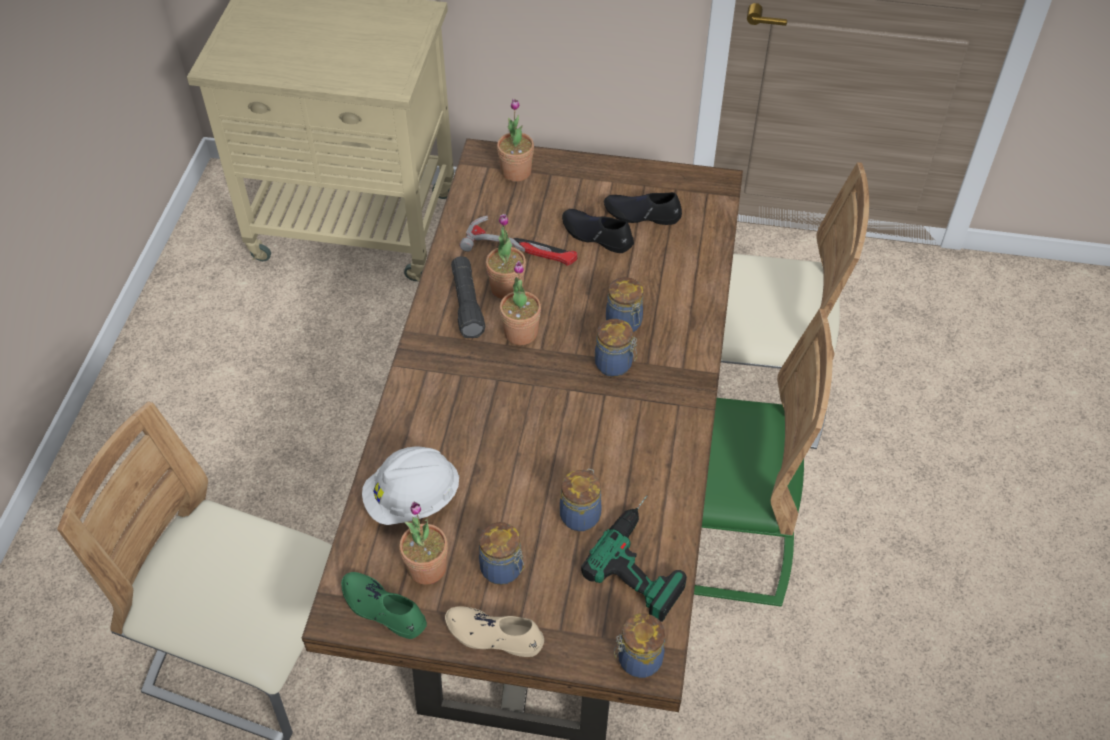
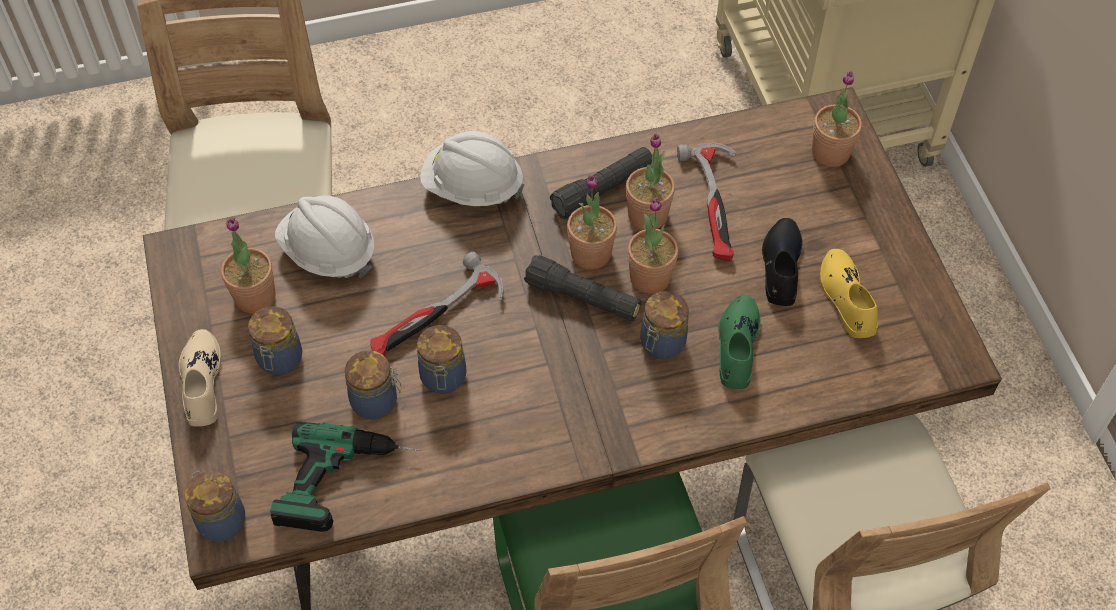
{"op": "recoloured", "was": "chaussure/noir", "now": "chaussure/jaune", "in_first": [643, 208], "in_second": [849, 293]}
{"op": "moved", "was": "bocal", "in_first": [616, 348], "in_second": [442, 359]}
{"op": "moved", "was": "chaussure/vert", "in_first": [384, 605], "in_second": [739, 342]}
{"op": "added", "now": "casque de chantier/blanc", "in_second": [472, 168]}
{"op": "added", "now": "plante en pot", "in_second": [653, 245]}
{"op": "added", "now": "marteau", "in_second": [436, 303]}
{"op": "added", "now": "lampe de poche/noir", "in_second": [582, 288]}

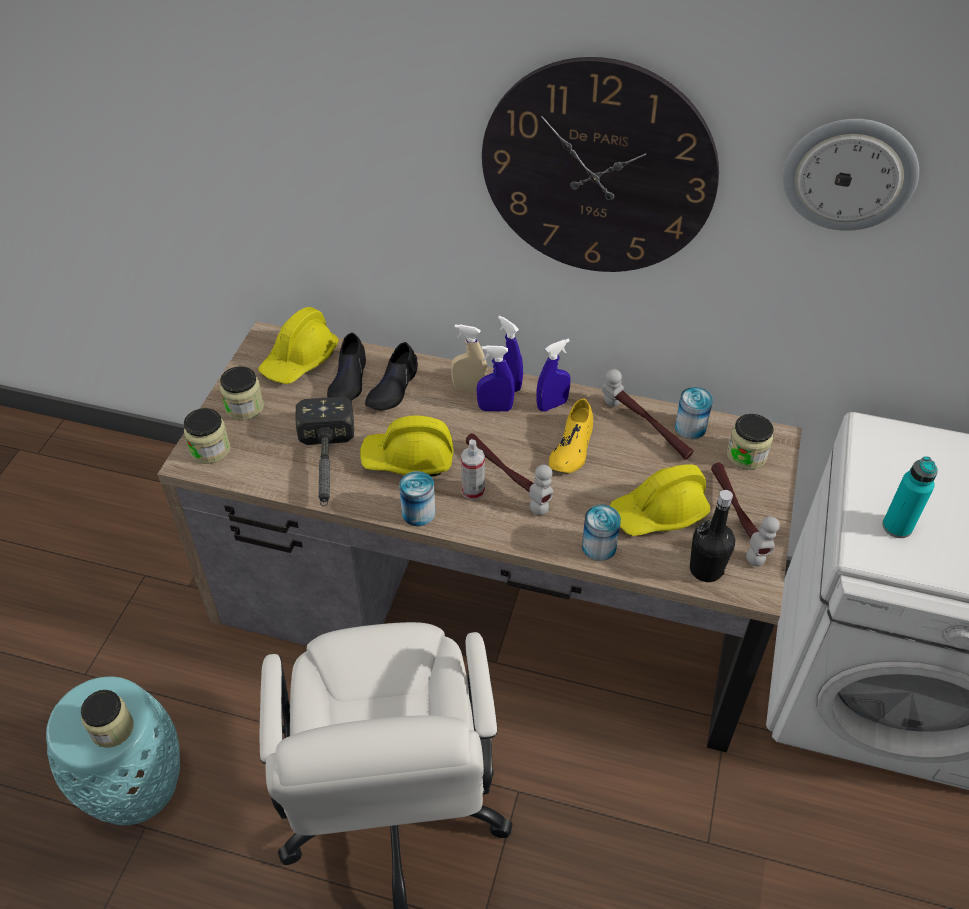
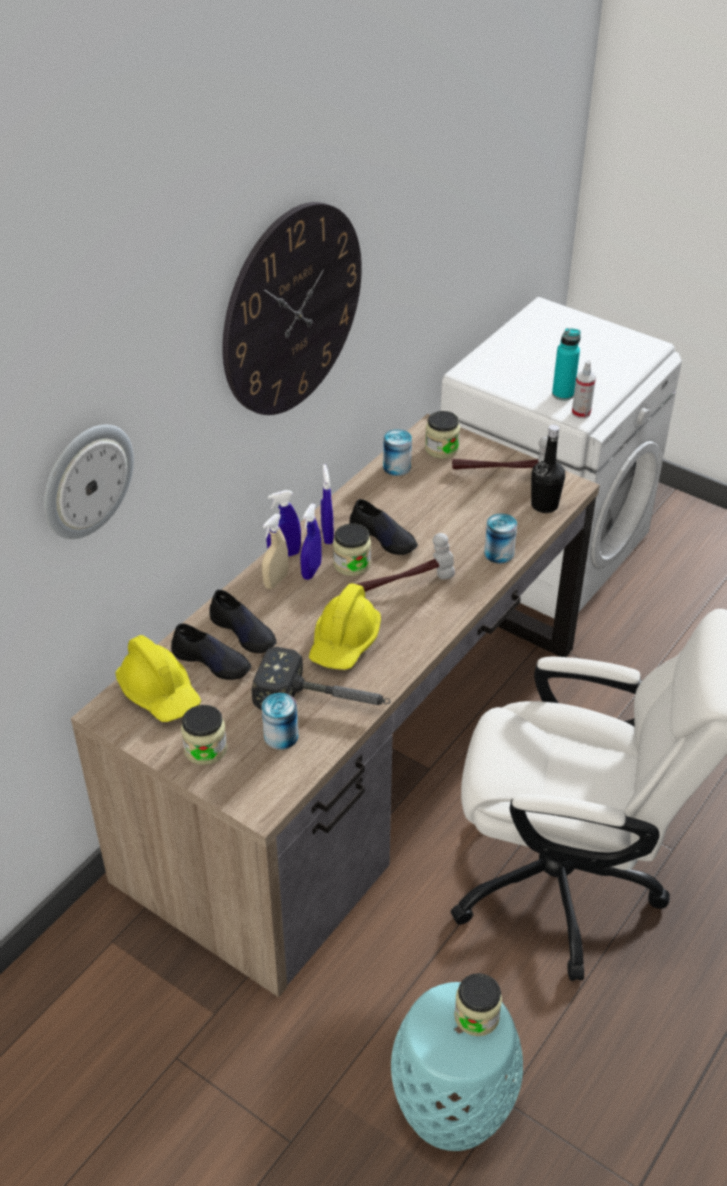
{"op": "moved", "was": "horloge murale", "in_first": [851, 175], "in_second": [89, 481]}
{"op": "removed", "was": "marteau", "in_first": [648, 414]}
{"op": "recoloured", "was": "chaussure/jaune", "now": "chaussure/noir", "in_first": [571, 435], "in_second": [383, 527]}
{"op": "moved", "was": "bocal", "in_first": [207, 436], "in_second": [352, 549]}
{"op": "moved", "was": "vaporisateur", "in_first": [473, 469], "in_second": [584, 389]}
{"op": "removed", "was": "casque de chantier/jaune", "in_first": [660, 500]}
{"op": "moved", "was": "boîte métallique", "in_first": [417, 498], "in_second": [280, 721]}

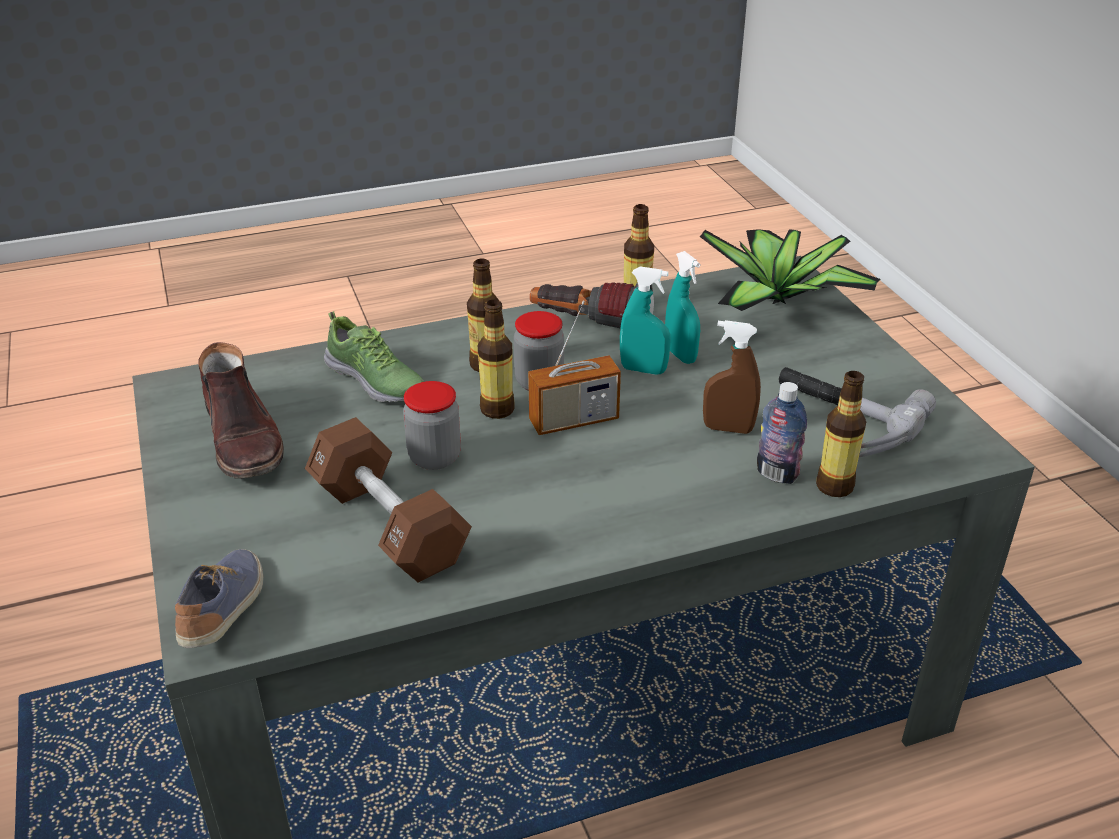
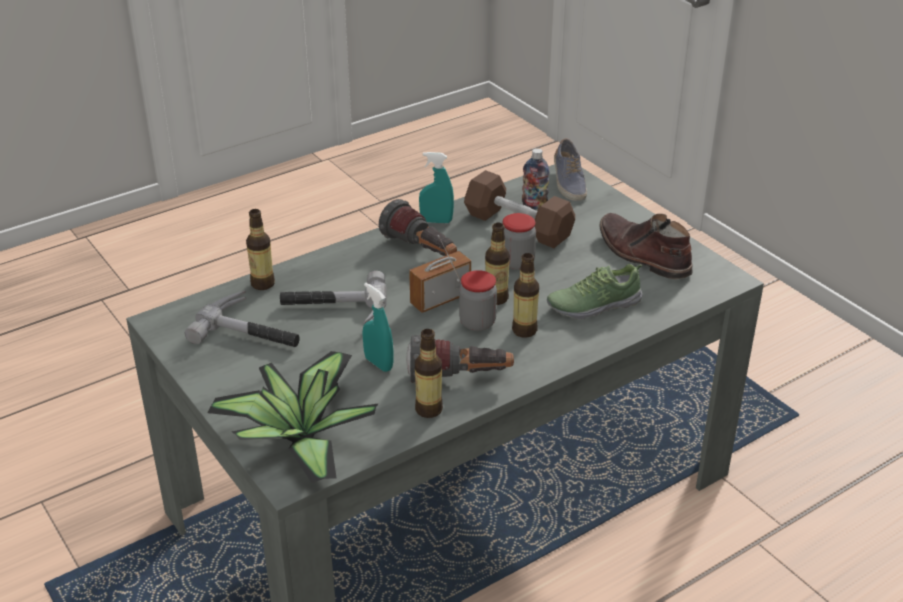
{"op": "moved", "was": "vaporisateur/turquoise", "in_first": [645, 320], "in_second": [436, 187]}
{"op": "turned", "was": "chaussure", "in_first": [374, 357], "in_second": [594, 292], "clockwise": -45}
{"op": "replaced", "was": "vaporisateur/marron", "now": "marteau", "in_first": [732, 377], "in_second": [333, 297]}
{"op": "moved", "was": "bouteille", "in_first": [782, 433], "in_second": [536, 179]}
{"op": "added", "now": "lampe de poche", "in_second": [418, 227]}

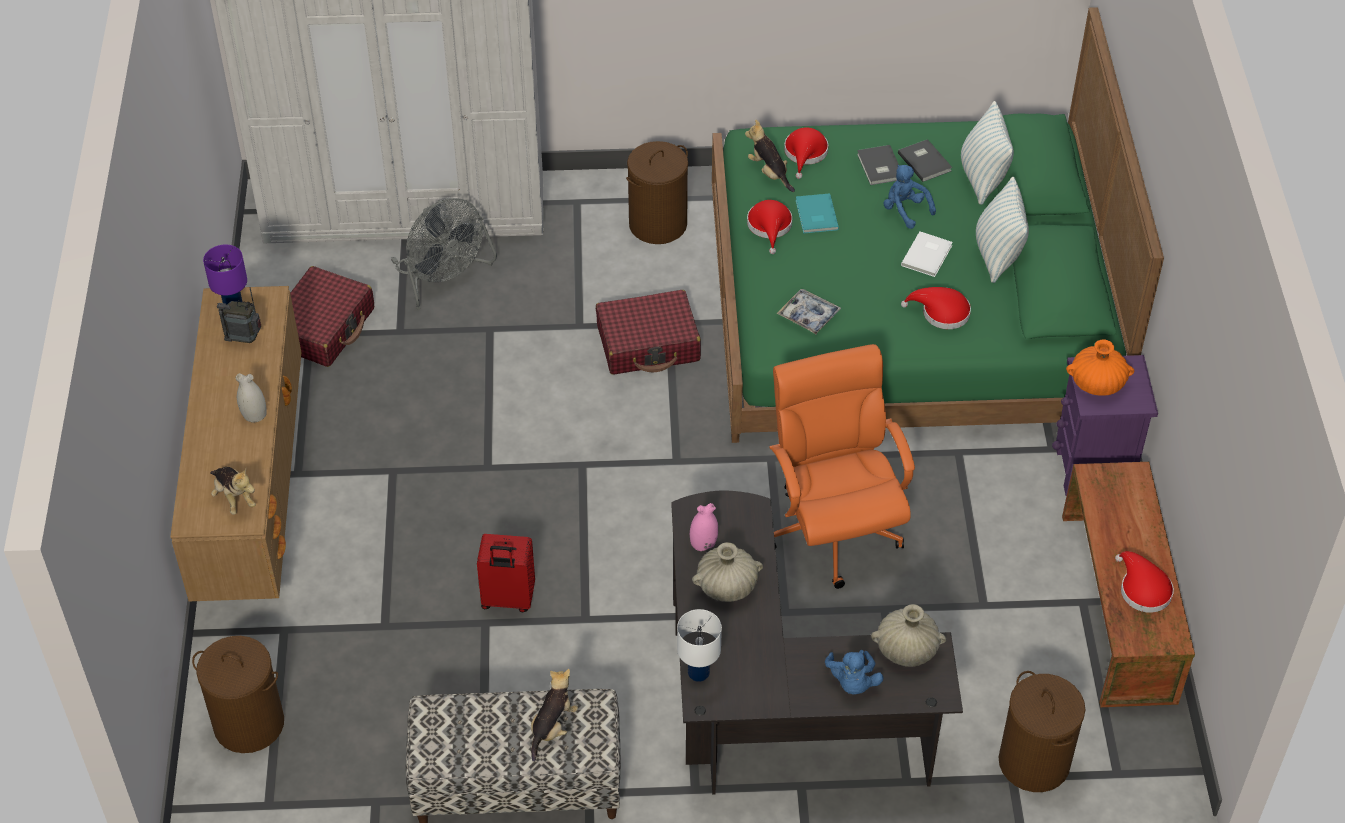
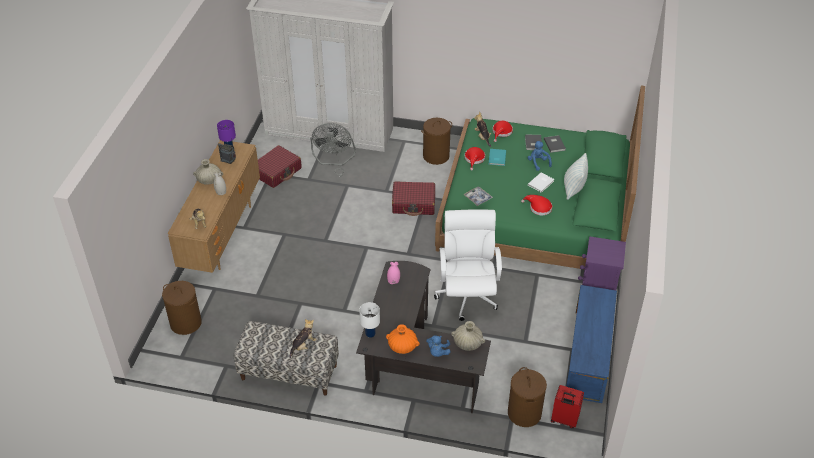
{"op": "removed", "was": "coussin", "in_first": [987, 153]}
{"op": "turned", "was": "ventilateur/gris", "in_first": [444, 253], "in_second": [333, 150], "clockwise": -150}
{"op": "moved", "was": "vase/orange", "in_first": [1100, 367], "in_second": [403, 339]}
{"op": "recoloured", "was": "chaise de bureau/orange", "now": "chaise de bureau/blanc", "in_first": [842, 466], "in_second": [468, 265]}
{"op": "recoloured", "was": "banc/marron", "now": "banc/bleu", "in_first": [1128, 584], "in_second": [591, 344]}
{"op": "moved", "was": "valise/rouge", "in_first": [506, 573], "in_second": [567, 406]}
{"op": "moved", "was": "vase/beige", "in_first": [727, 572], "in_second": [208, 172]}
{"op": "removed", "was": "chapeau/rouge", "in_first": [1144, 582]}

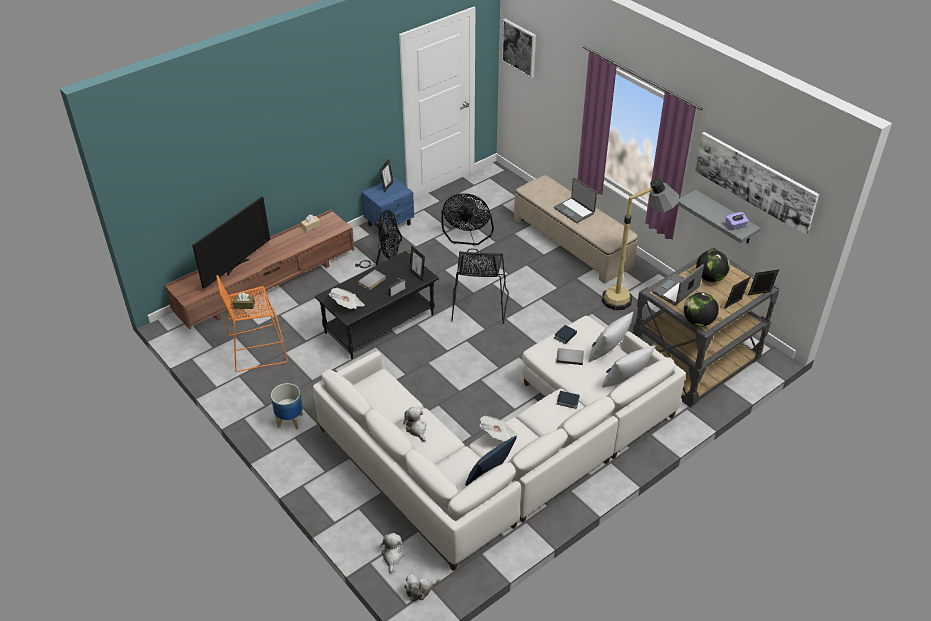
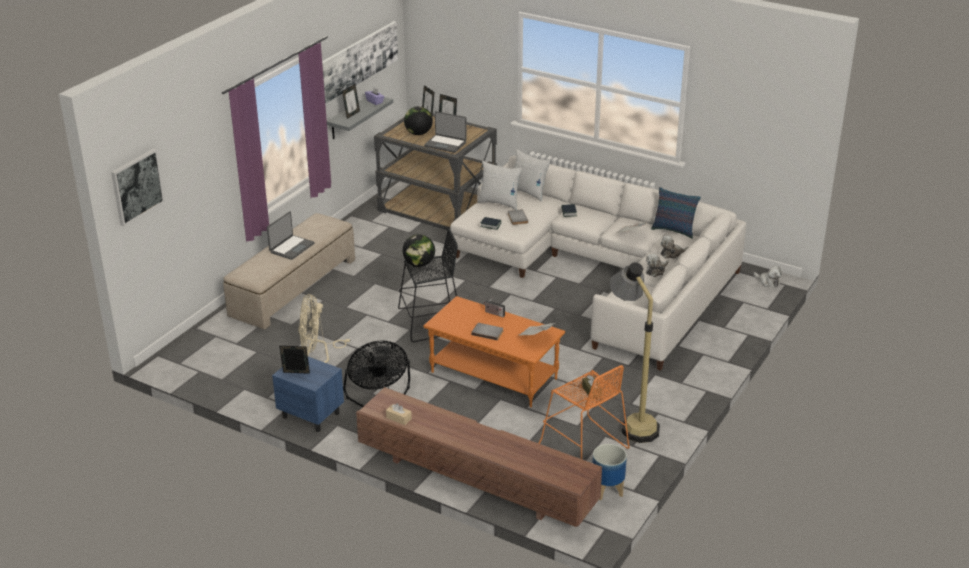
{"op": "moved", "was": "lampadaire", "in_first": [640, 244], "in_second": [634, 352]}
{"op": "recoloured", "was": "ventilateur/noir", "now": "ventilateur/beige", "in_first": [467, 223], "in_second": [324, 328]}
{"op": "removed", "was": "téléviseur", "in_first": [231, 243]}
{"op": "moved", "was": "cadre photo", "in_first": [417, 263], "in_second": [351, 101]}
{"op": "recoloured", "was": "table basse/noir", "now": "table basse/orange", "in_first": [377, 305], "in_second": [494, 351]}
{"op": "moved", "was": "globe", "in_first": [701, 309], "in_second": [419, 250]}
{"op": "moved", "was": "cache-pot", "in_first": [287, 406], "in_second": [609, 472]}
{"op": "moved", "was": "peluche", "in_first": [392, 553], "in_second": [674, 247]}

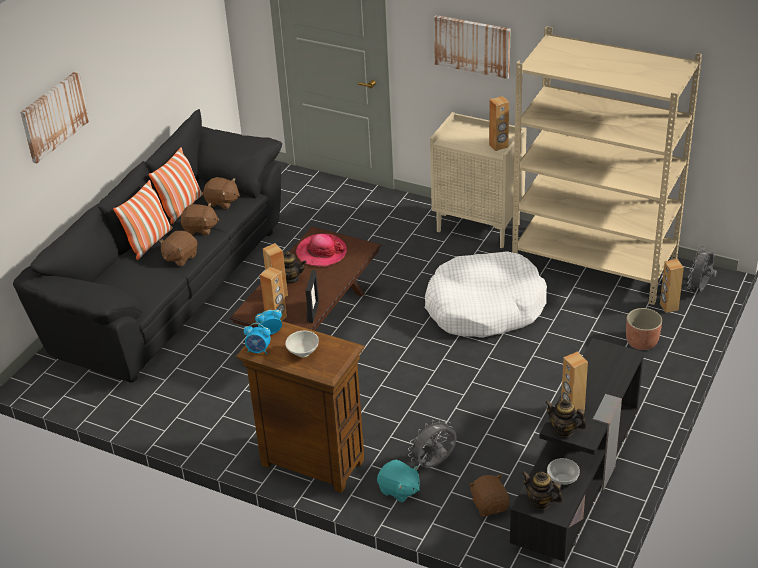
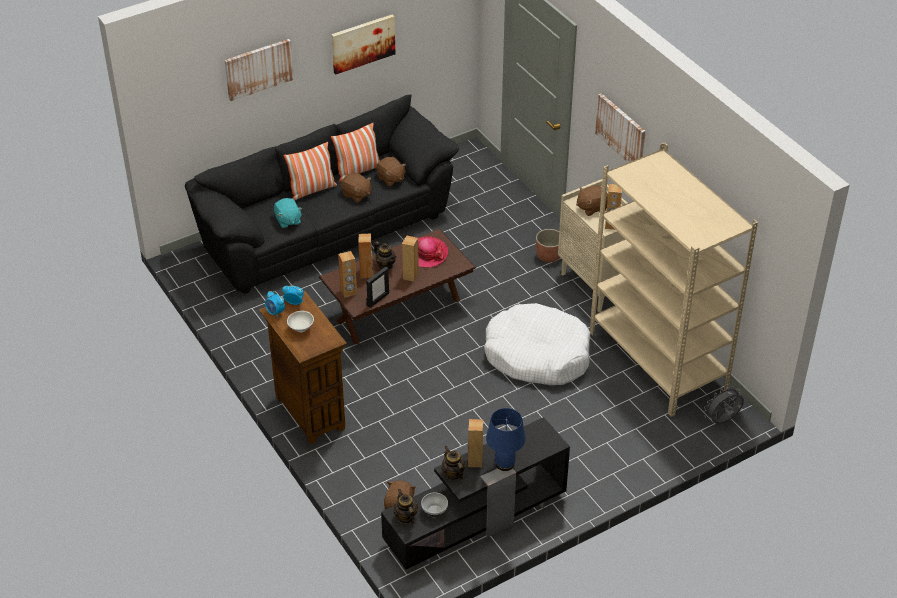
{"op": "moved", "was": "peluche/marron", "in_first": [178, 248], "in_second": [592, 200]}
{"op": "moved", "was": "enceinte/marron", "in_first": [672, 286], "in_second": [410, 258]}
{"op": "moved", "was": "cache-pot", "in_first": [644, 329], "in_second": [548, 246]}
{"op": "removed", "was": "ventilateur/gris", "in_first": [432, 443]}
{"op": "moved", "was": "peluche/turquoise", "in_first": [398, 481], "in_second": [288, 213]}
{"op": "added", "now": "tableau", "in_second": [363, 44]}
{"op": "added", "now": "lampe de table/bleu", "in_second": [506, 439]}

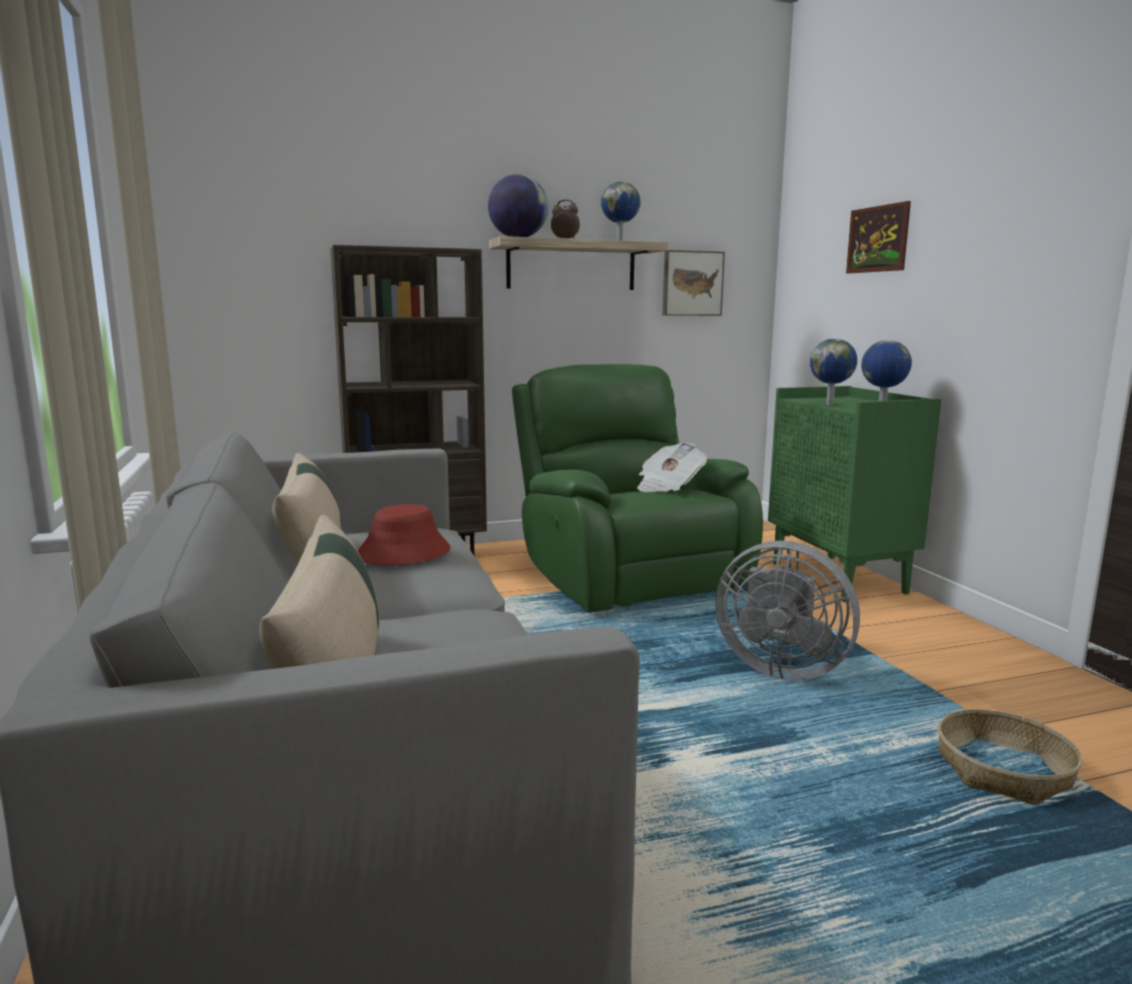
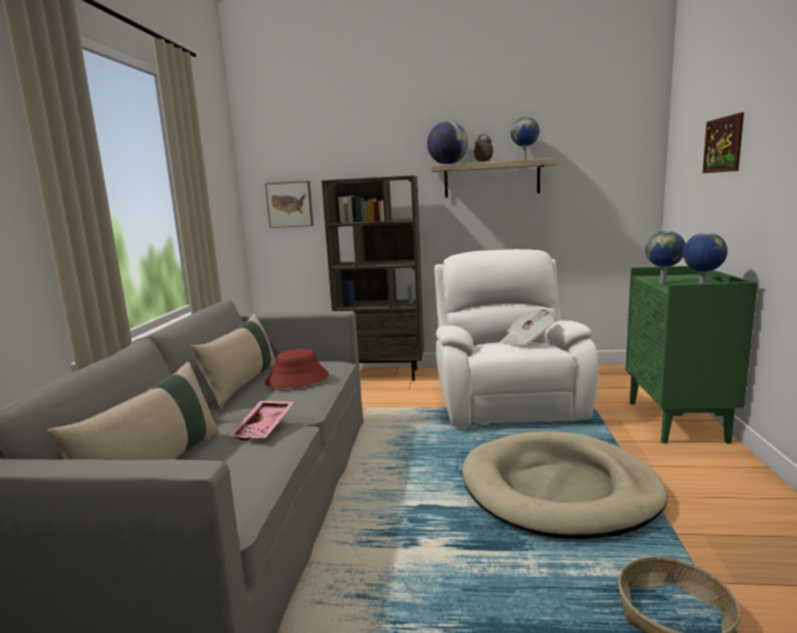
{"op": "moved", "was": "tableau", "in_first": [694, 283], "in_second": [289, 204]}
{"op": "recoloured", "was": "fauteuil/vert", "now": "fauteuil/blanc", "in_first": [637, 488], "in_second": [516, 337]}
{"op": "replaced", "was": "ventilateur/gris", "now": "panier pour chien/beige", "in_first": [787, 611], "in_second": [565, 485]}
{"op": "added", "now": "plateau/rose", "in_second": [261, 421]}

